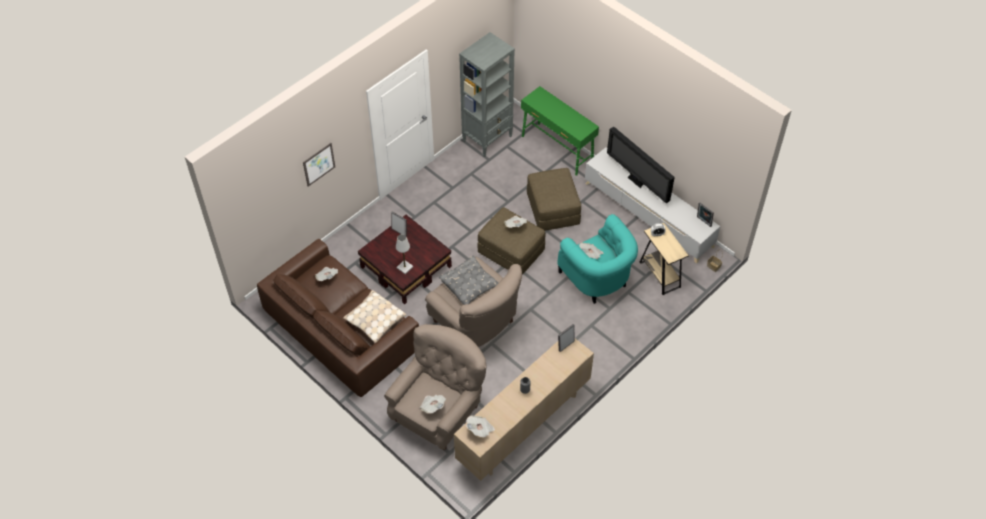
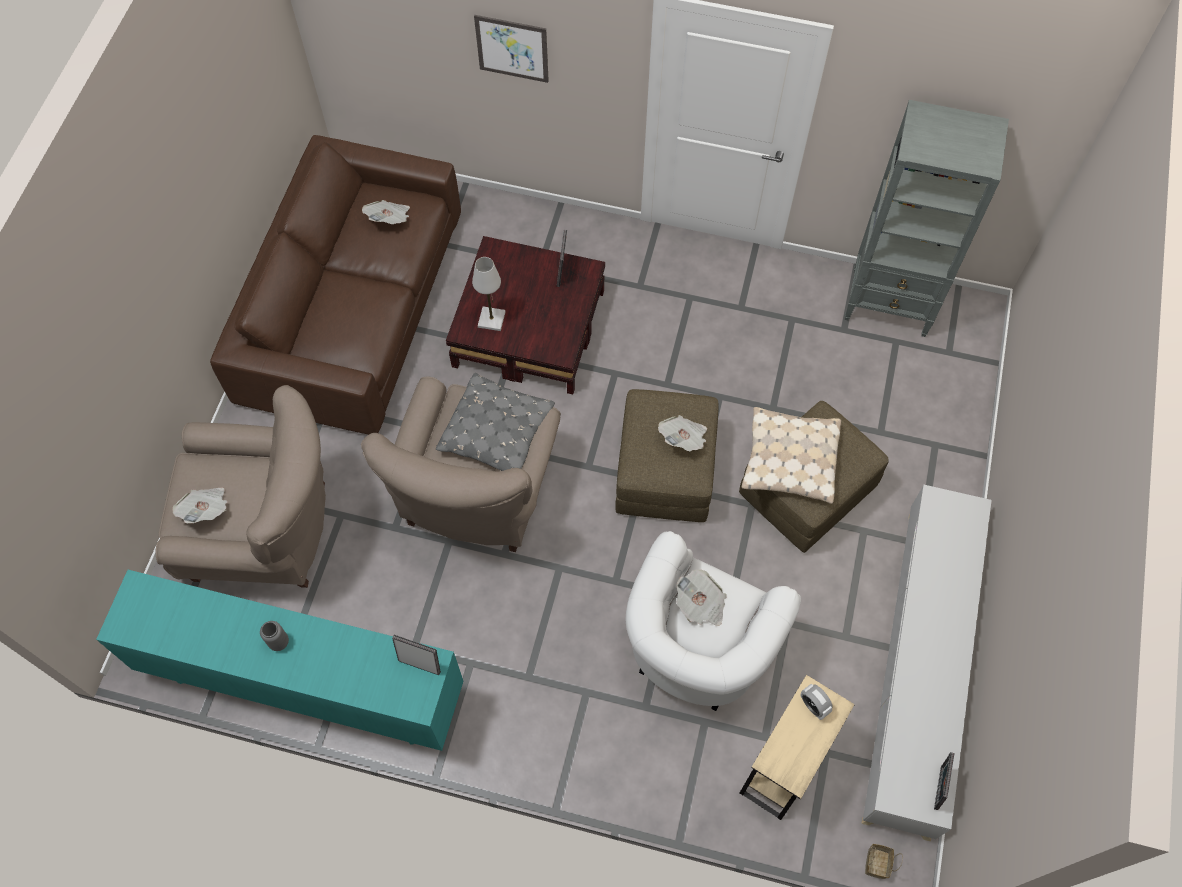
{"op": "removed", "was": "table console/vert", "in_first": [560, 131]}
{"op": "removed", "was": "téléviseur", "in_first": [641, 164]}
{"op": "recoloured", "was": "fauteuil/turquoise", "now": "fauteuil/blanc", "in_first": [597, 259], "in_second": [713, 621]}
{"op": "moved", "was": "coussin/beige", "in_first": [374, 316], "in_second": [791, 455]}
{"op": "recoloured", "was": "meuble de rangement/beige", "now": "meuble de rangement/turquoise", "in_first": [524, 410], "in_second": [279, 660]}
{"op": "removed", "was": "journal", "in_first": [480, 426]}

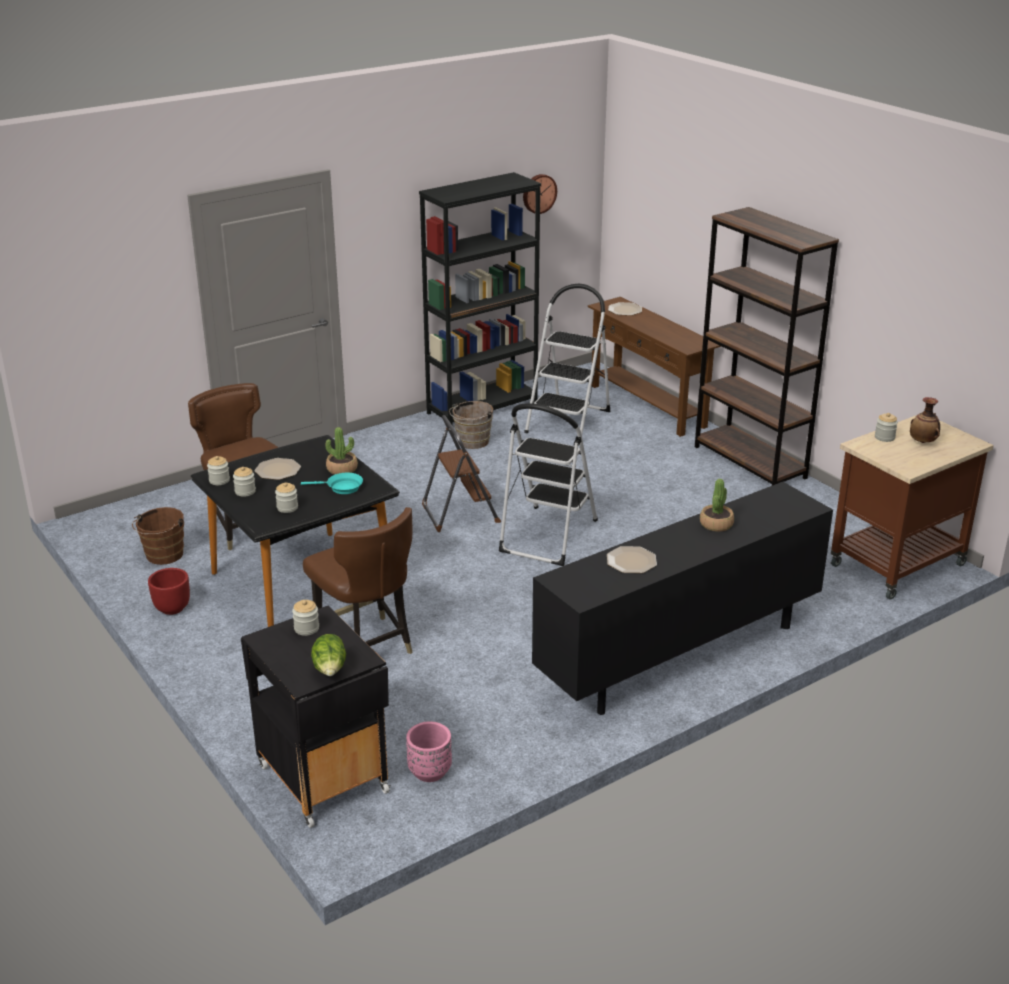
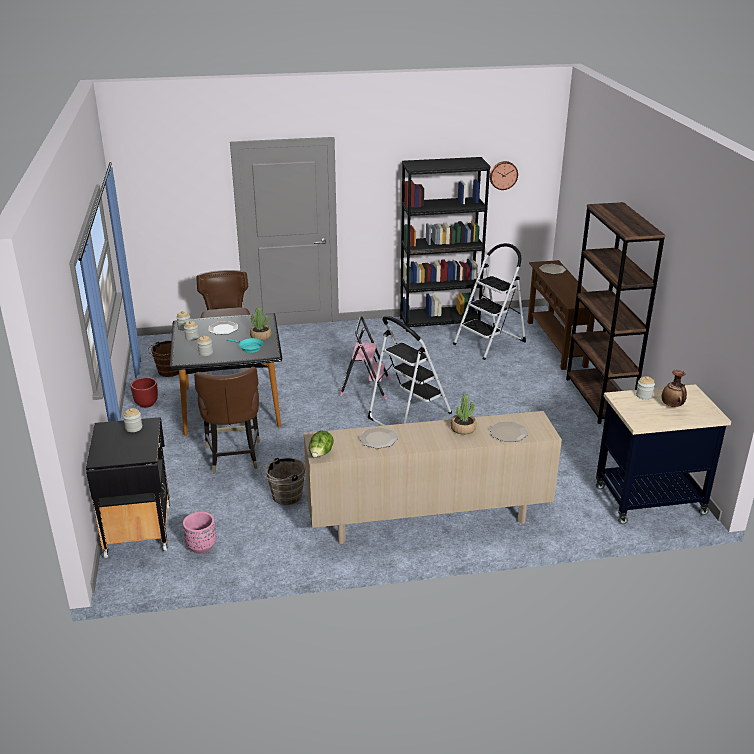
{"op": "moved", "was": "seau/marron", "in_first": [471, 425], "in_second": [283, 481]}
{"op": "recoloured", "was": "escabeau/marron", "now": "escabeau/rose", "in_first": [461, 473], "in_second": [365, 357]}
{"op": "recoloured", "was": "chariot/marron", "now": "chariot/bleu", "in_first": [912, 507], "in_second": [664, 454]}
{"op": "recoloured", "was": "meuble de rangement/noir", "now": "meuble de rangement/beige", "in_first": [682, 598], "in_second": [433, 477]}
{"op": "moved", "was": "laitue", "in_first": [328, 655], "in_second": [321, 443]}
{"op": "added", "now": "assiette", "in_second": [509, 432]}

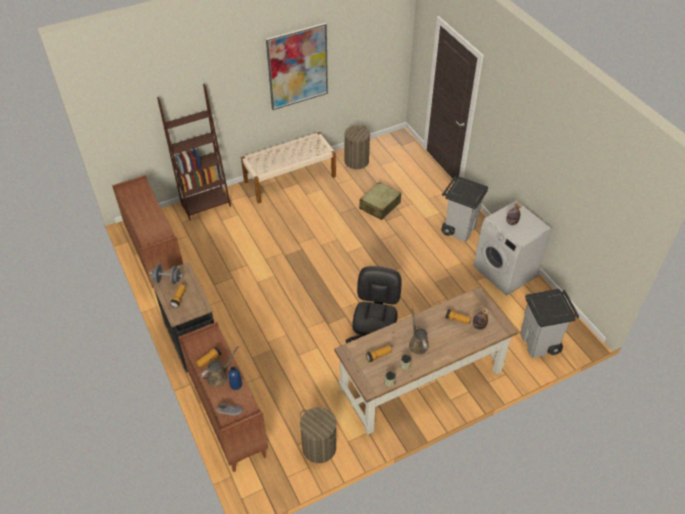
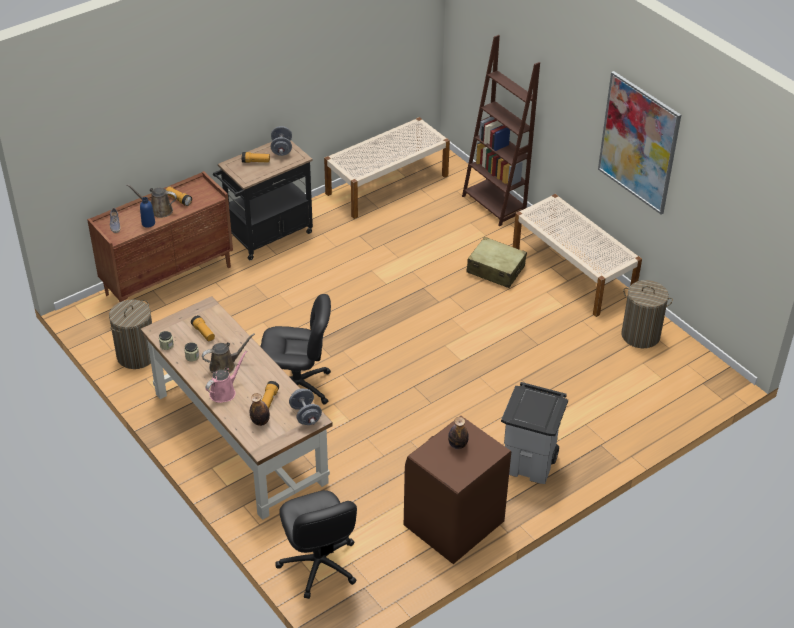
{"op": "replaced", "was": "meuble de rangement/marron", "now": "banc/beige", "in_first": [147, 231], "in_second": [387, 168]}
{"op": "moved", "was": "valise/beige", "in_first": [380, 201], "in_second": [496, 262]}
{"op": "recoloured", "was": "lave-linge/blanc", "now": "lave-linge/marron", "in_first": [513, 248], "in_second": [457, 490]}
{"op": "replaced", "was": "poubelle/gris", "now": "chaise de bureau/noir", "in_first": [550, 323], "in_second": [316, 544]}
{"op": "turned", "was": "arrosoir/marron", "in_first": [220, 366], "in_second": [152, 201], "clockwise": 150}
{"op": "added", "now": "arrosoir/rose", "in_second": [226, 376]}
{"op": "added", "now": "haltère/gris", "in_second": [305, 407]}

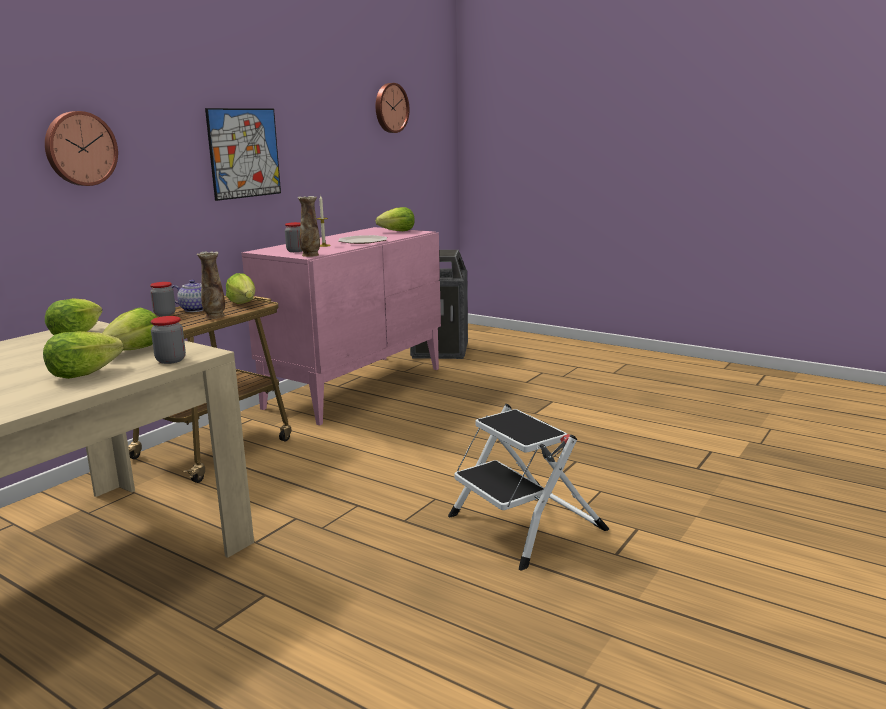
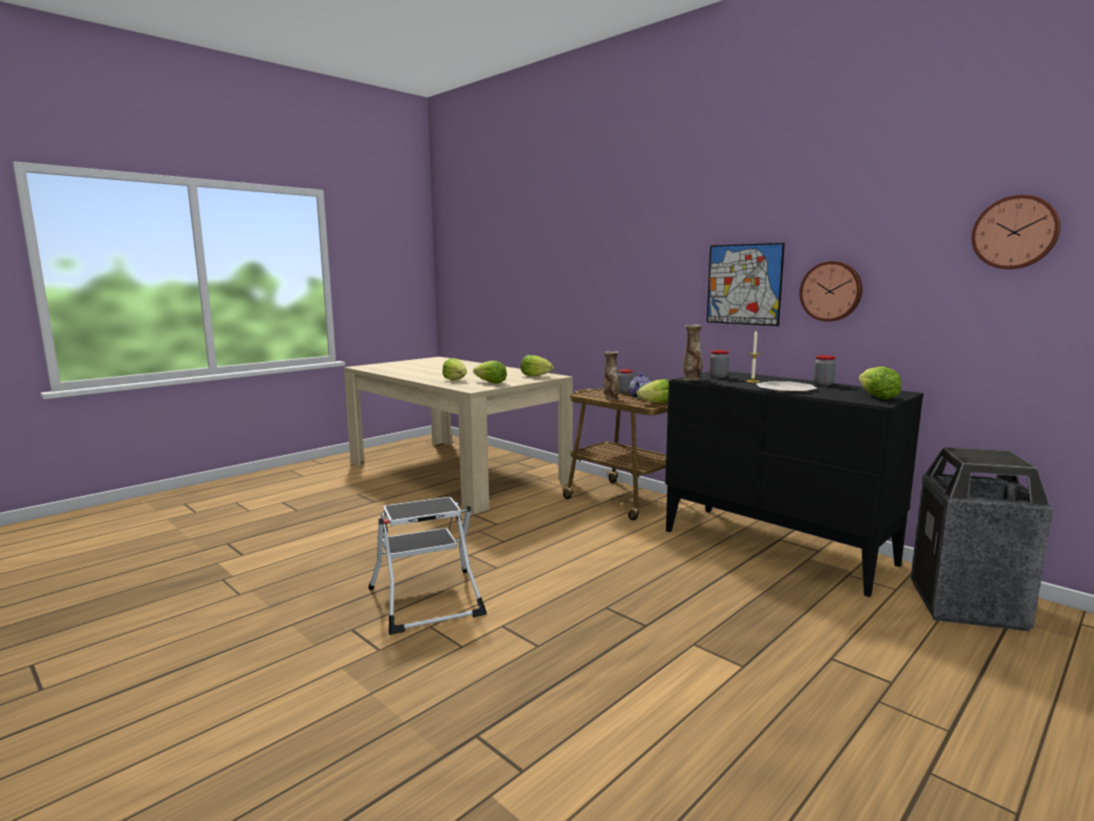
{"op": "moved", "was": "horloge murale", "in_first": [81, 148], "in_second": [831, 291]}
{"op": "recoloured", "was": "meuble de rangement/rose", "now": "meuble de rangement/noir", "in_first": [341, 326], "in_second": [794, 484]}
{"op": "moved", "was": "bocal", "in_first": [168, 340], "in_second": [824, 370]}

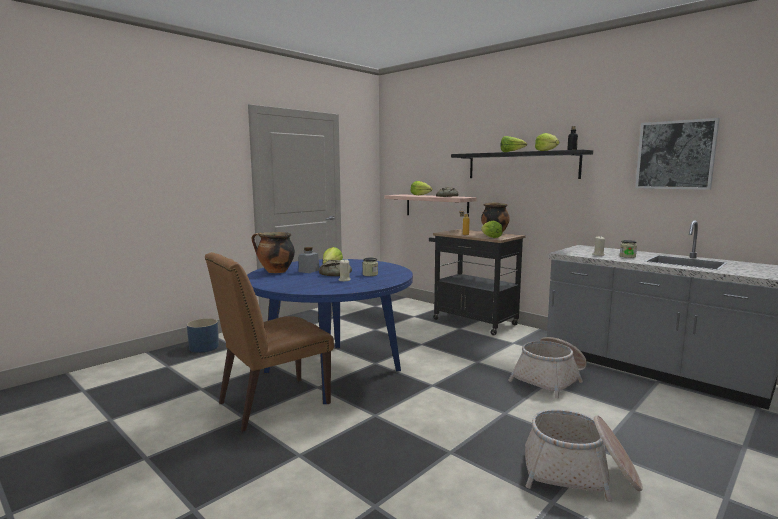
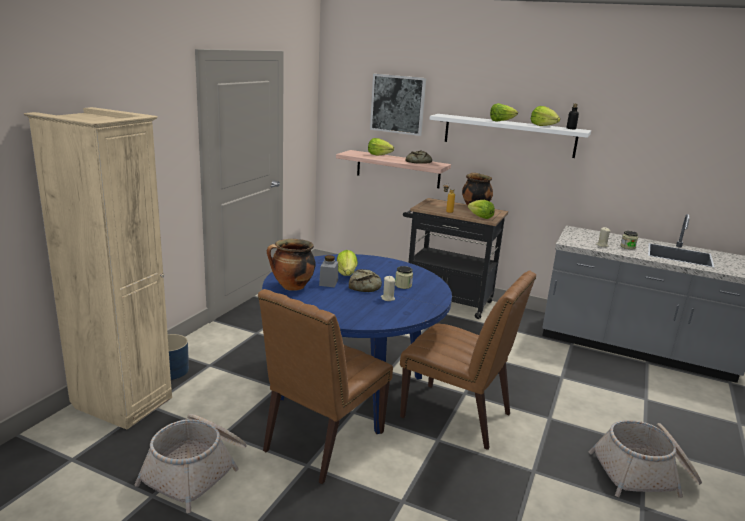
{"op": "moved", "was": "tableau", "in_first": [677, 154], "in_second": [398, 105]}
{"op": "recoloured", "was": "étagère/noir", "now": "étagère/blanc", "in_first": [522, 164], "in_second": [510, 136]}
{"op": "moved", "was": "panier", "in_first": [547, 367], "in_second": [190, 463]}
{"op": "added", "now": "meuble de rangement/beige", "in_second": [98, 268]}
{"op": "added", "now": "chaise/marron", "in_second": [468, 360]}

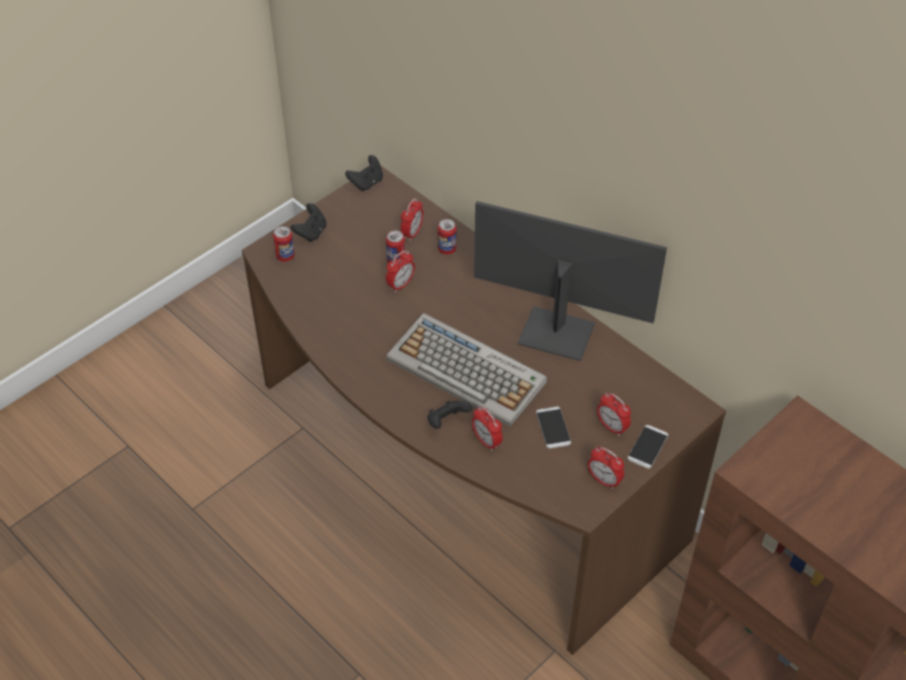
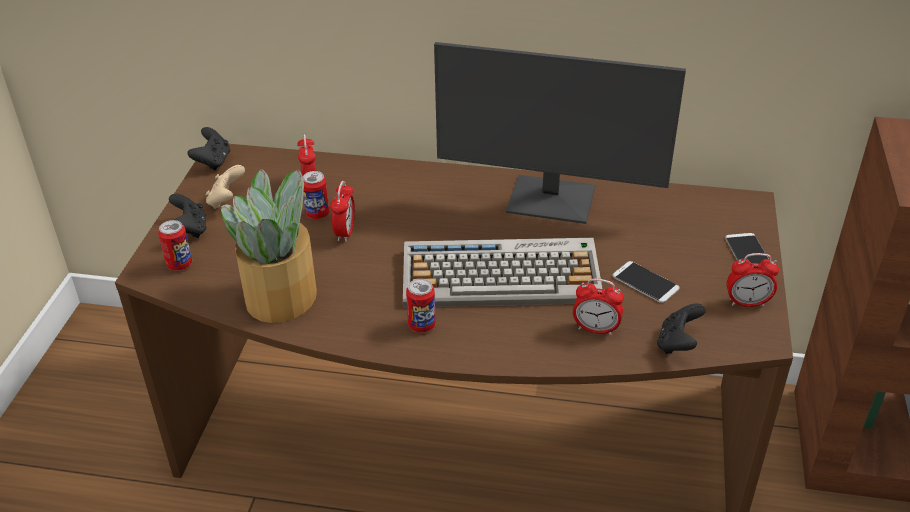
{"op": "turned", "was": "écran d'ordinateur", "in_first": [570, 281], "in_second": [560, 133], "clockwise": -150}
{"op": "moved", "was": "boîte métallique", "in_first": [447, 237], "in_second": [421, 306]}
{"op": "removed", "was": "réveil", "in_first": [614, 414]}
{"op": "moved", "was": "manette/noir", "in_first": [449, 414], "in_second": [681, 329]}
{"op": "added", "now": "manette/beige", "in_second": [225, 187]}
{"op": "added", "now": "plante en pot", "in_second": [269, 246]}

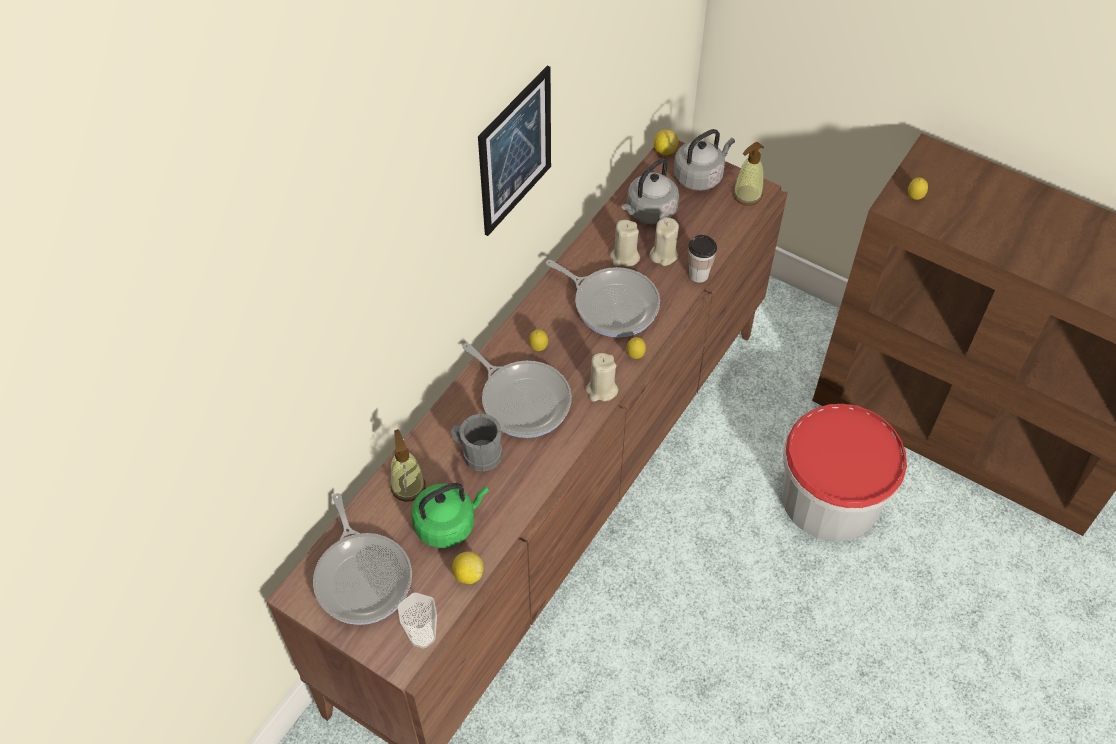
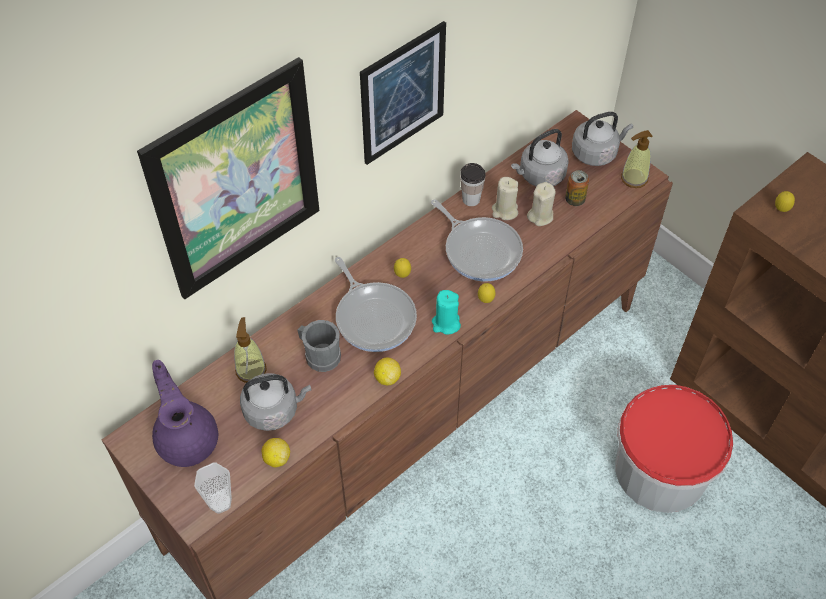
{"op": "moved", "was": "citron", "in_first": [666, 142], "in_second": [387, 371]}
{"op": "moved", "was": "tasse", "in_first": [702, 259], "in_second": [473, 184]}
{"op": "recoloured", "was": "bougie/beige", "now": "bougie/turquoise", "in_first": [602, 377], "in_second": [446, 312]}
{"op": "recoloured", "was": "bouilloire/vert", "now": "bouilloire/gris", "in_first": [450, 515], "in_second": [275, 402]}
{"op": "replaced", "was": "poêle", "now": "théière/violet", "in_first": [362, 559], "in_second": [185, 413]}
{"op": "added", "now": "tableau", "in_second": [228, 178]}
{"op": "added", "now": "boîte métallique", "in_second": [577, 188]}

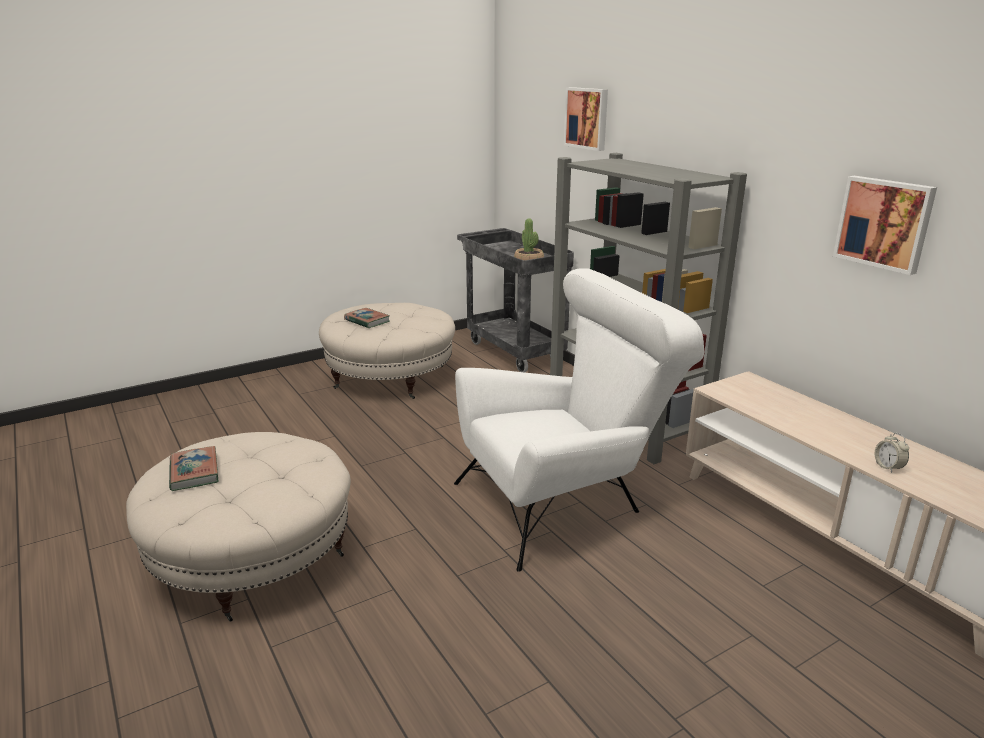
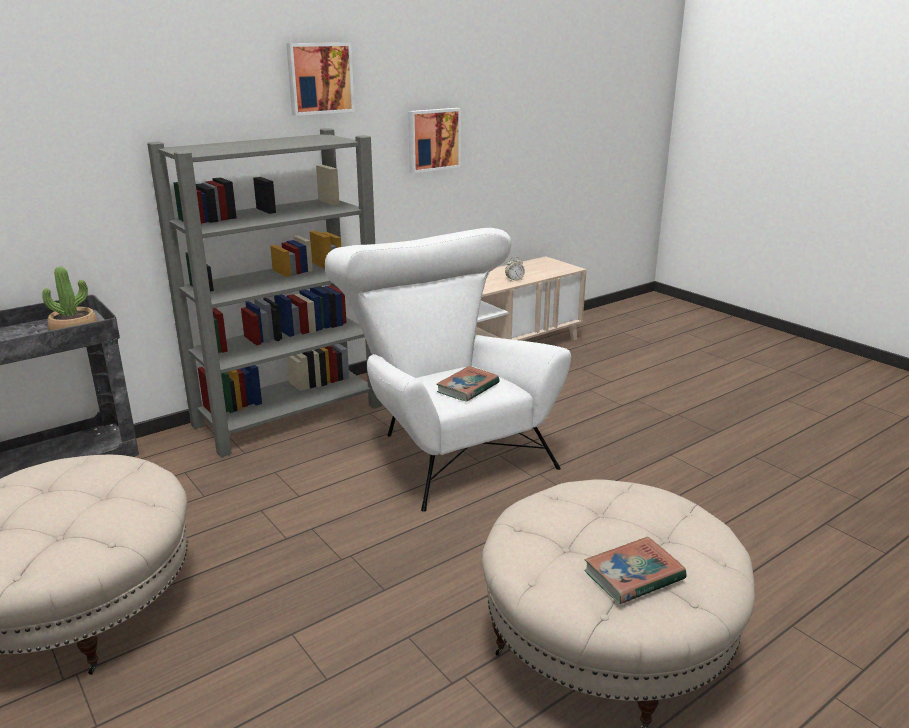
{"op": "moved", "was": "tableau", "in_first": [586, 119], "in_second": [320, 79]}
{"op": "moved", "was": "livre", "in_first": [367, 318], "in_second": [468, 384]}

